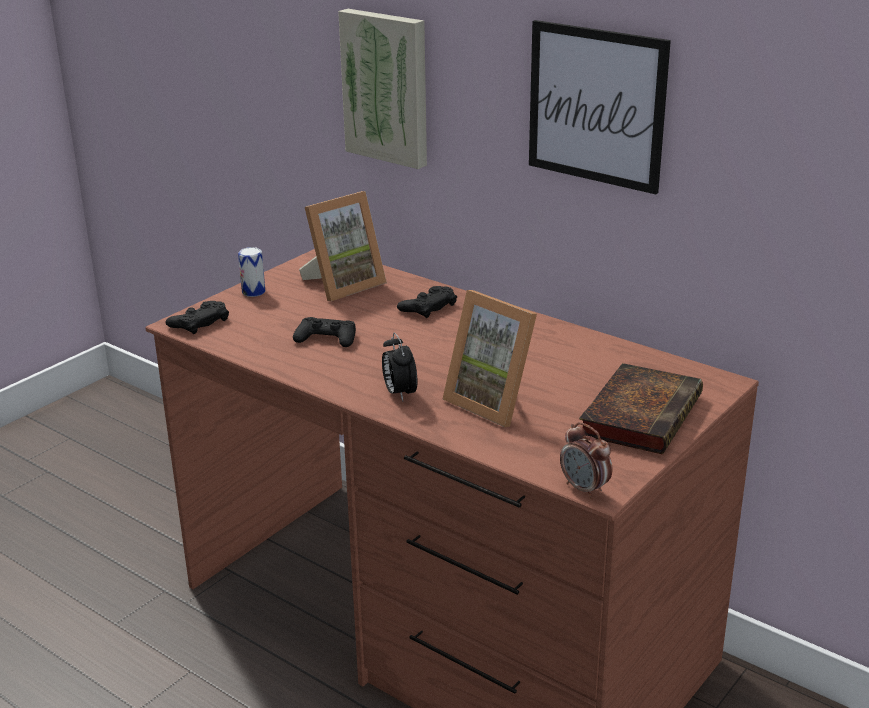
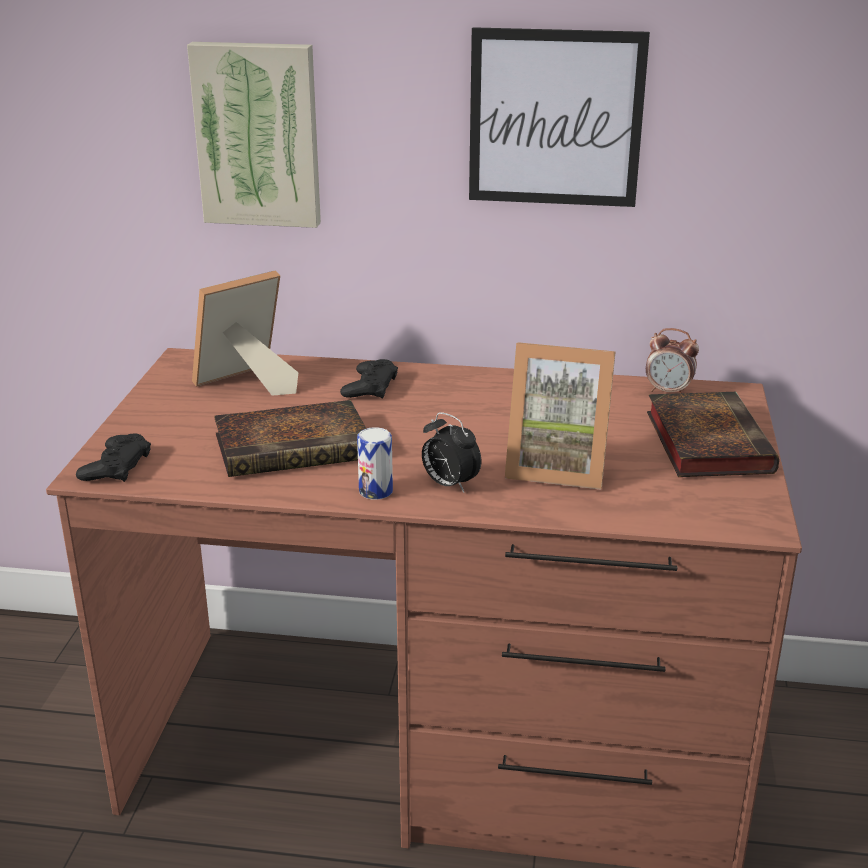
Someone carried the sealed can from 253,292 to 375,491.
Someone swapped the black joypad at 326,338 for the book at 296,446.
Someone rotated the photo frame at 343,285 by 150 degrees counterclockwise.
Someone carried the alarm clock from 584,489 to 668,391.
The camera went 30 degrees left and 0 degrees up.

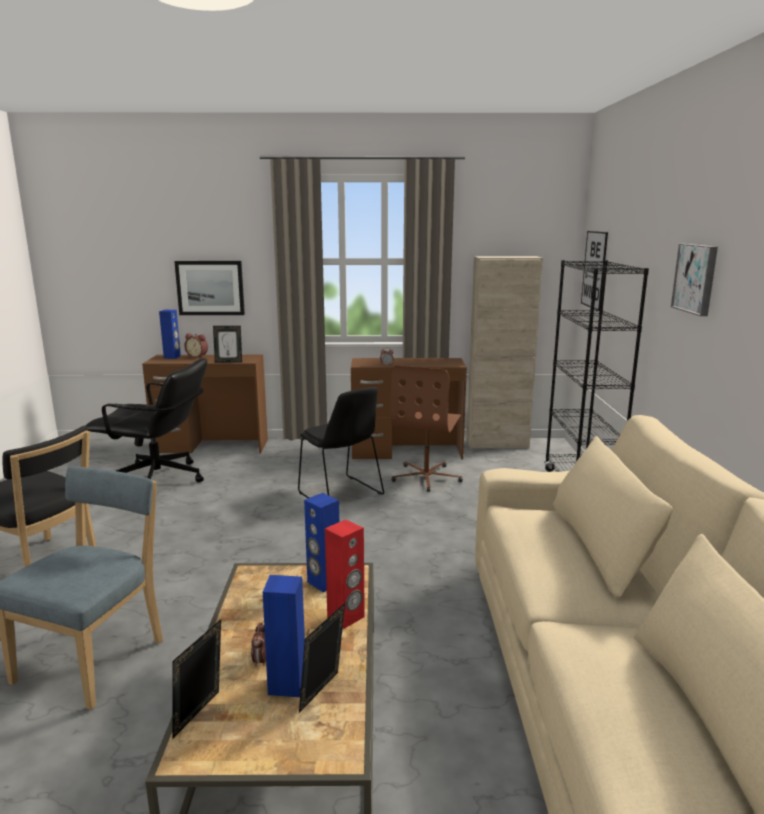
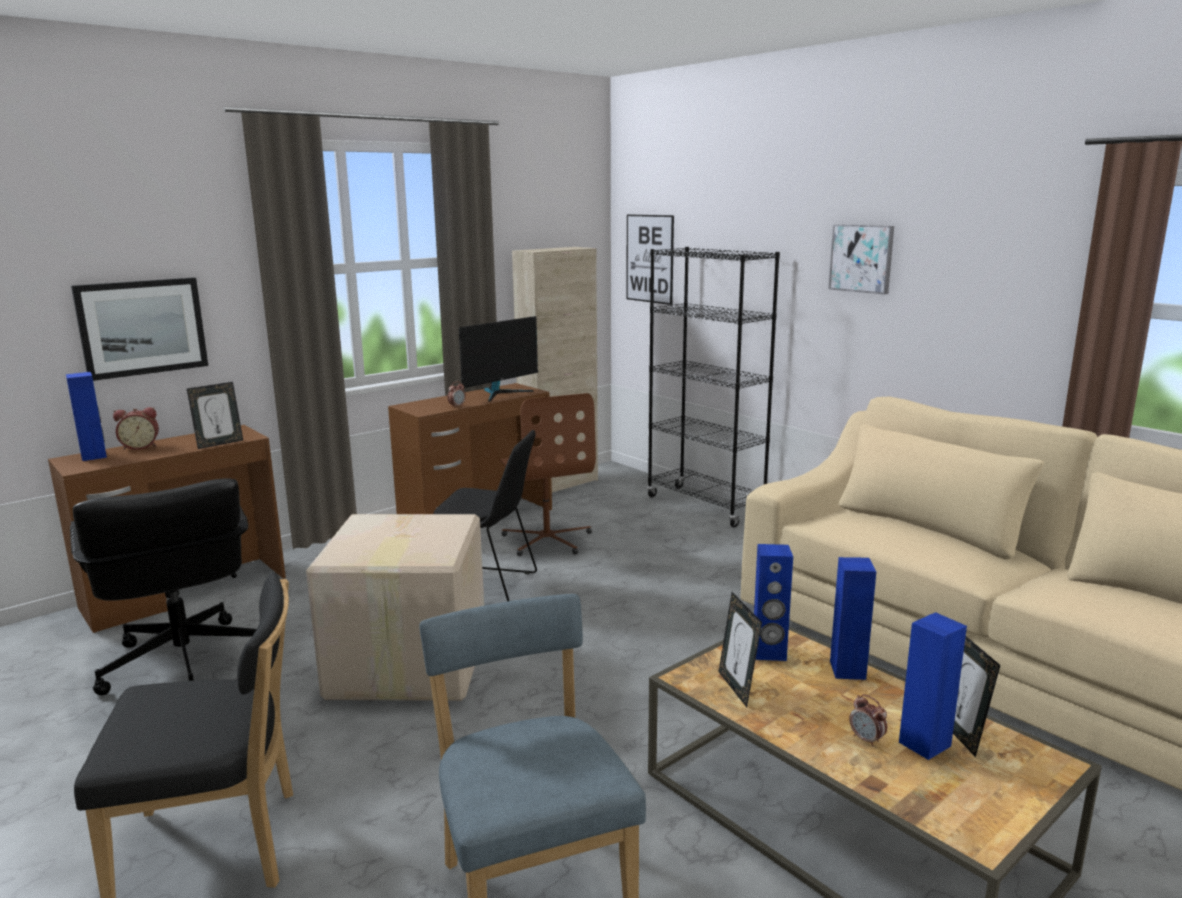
Someone rotated the black computer chair at 158,480 by 90 degrees clockwise.
Someone carried the photo frame from 201,716 to 737,688.
Someone repainted the reddish audio speaker at 346,617, which became the bluish audio speaker at 848,670.
Someone put down the packing box at 406,665.
Someone put down the computer display at 500,393.
The camera went 40 degrees left and 0 degrees up.

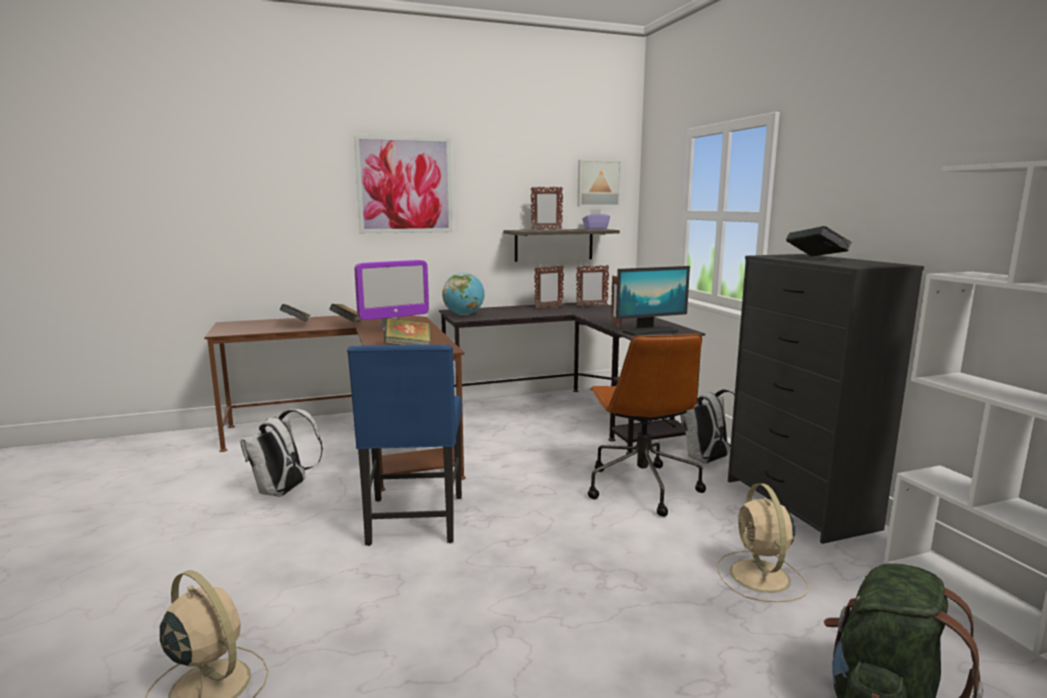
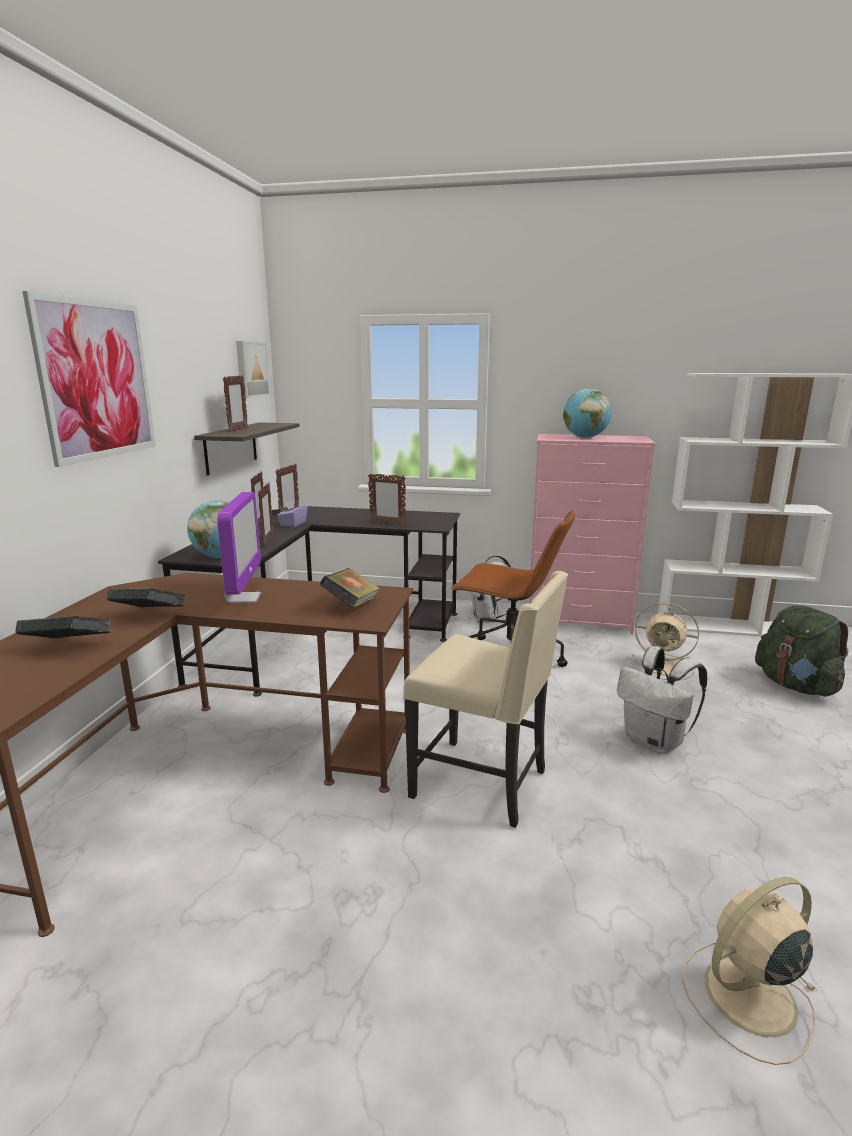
Someone carried the white backpack from 284,491 to 655,742.
Someone repainted the bluish upright chair at 414,521, which became the sand-coloured upright chair at 482,783.
Someone carried the purple-coloured box of tissues from 595,229 to 293,524.
Someone took away the computer display at 650,332.
Someone repainted the black chest of drawers at 800,504, which became the pink-coloured chest of drawers at 579,620.
Someone swapped the book at 816,259 for the desk globe at 585,437.
Someone put down the photo frame at 268,541.
The camera went 60 degrees left and 5 degrees up.

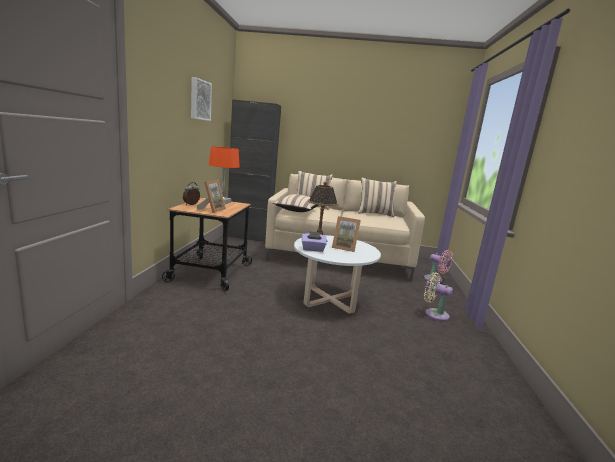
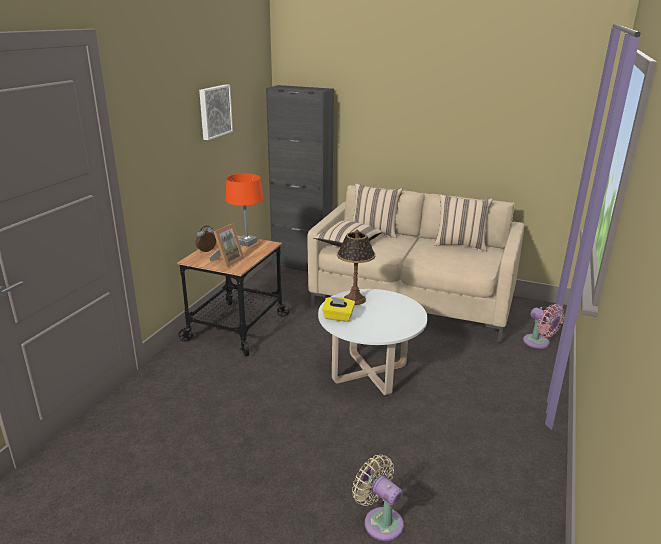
Someone repainted the purple-coloured box of tissues at 313,249, which became the yellow-coloured box of tissues at 338,317.
Someone took away the photo frame at 344,248.
Someone carried the sand-coloured electric fan from 434,314 to 380,521.
The camera went 15 degrees right and 10 degrees up.

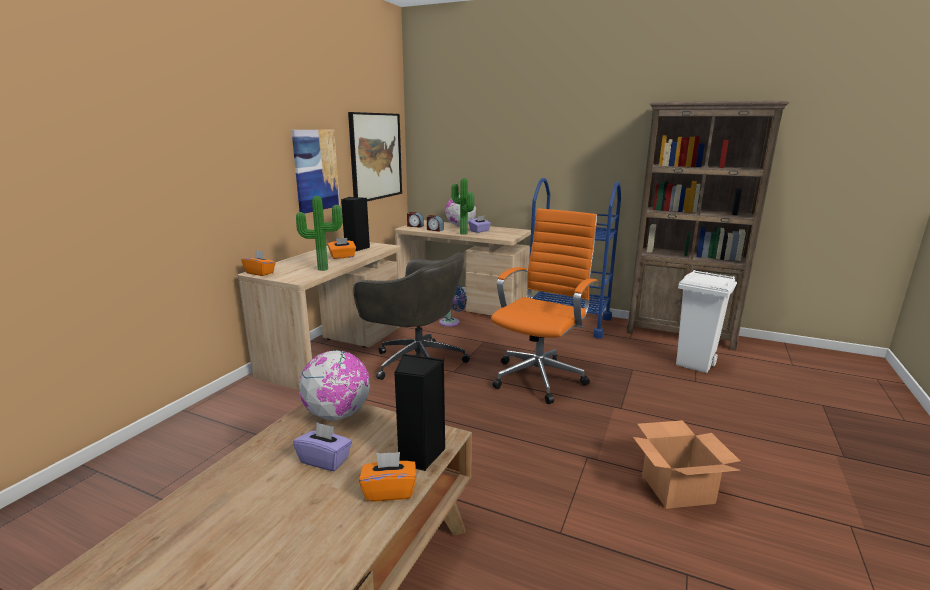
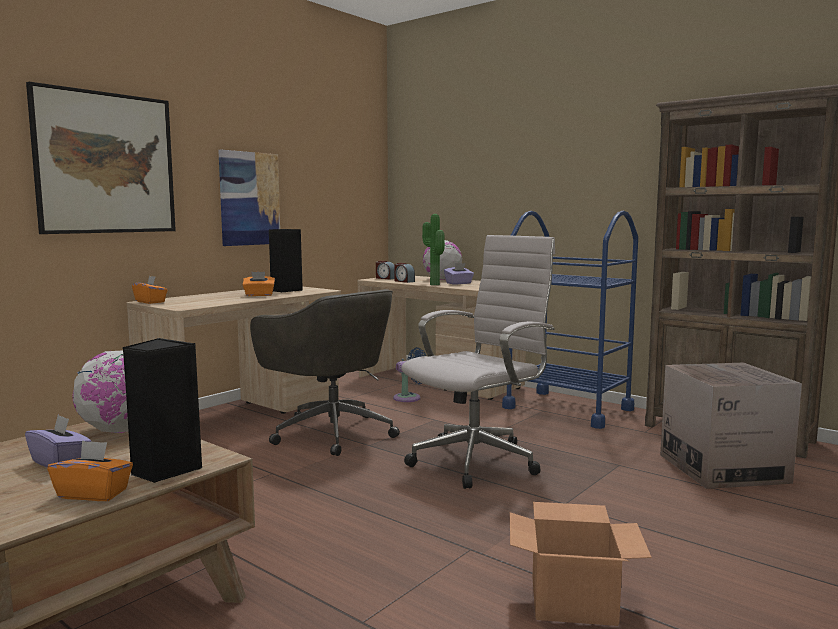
Someone took away the houseplant at 323,268.
Someone carried the picture from 375,156 to 105,163.
Someone repainted the orange computer chair at 540,377, which became the white computer chair at 478,460.
Someone swapped the white trash can at 695,364 for the packing box at 723,468.
The camera went 15 degrees right and 10 degrees down.

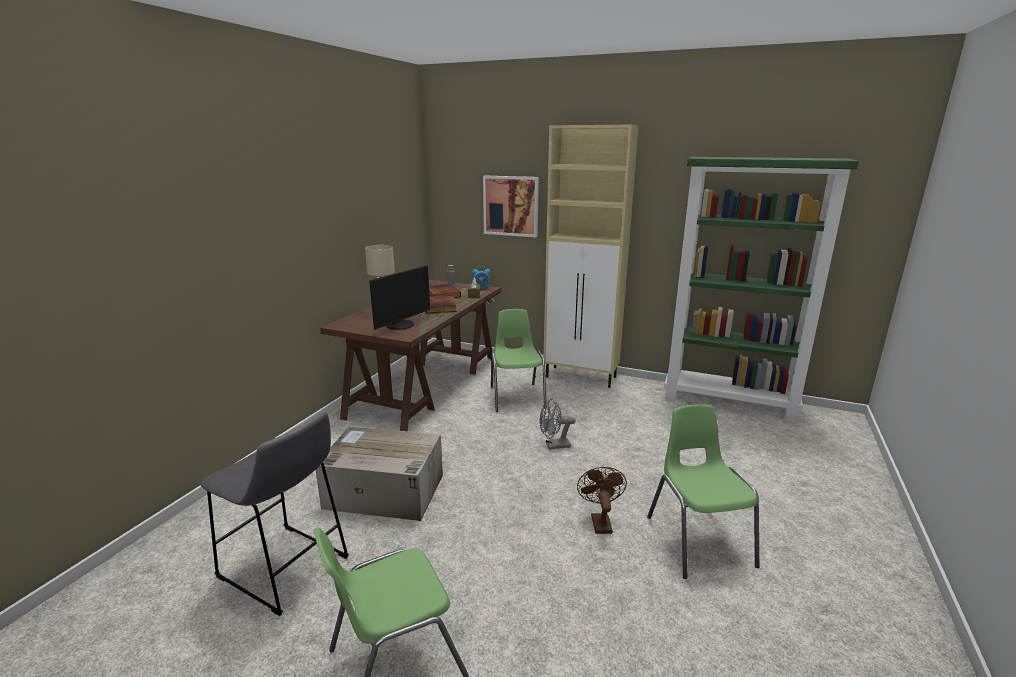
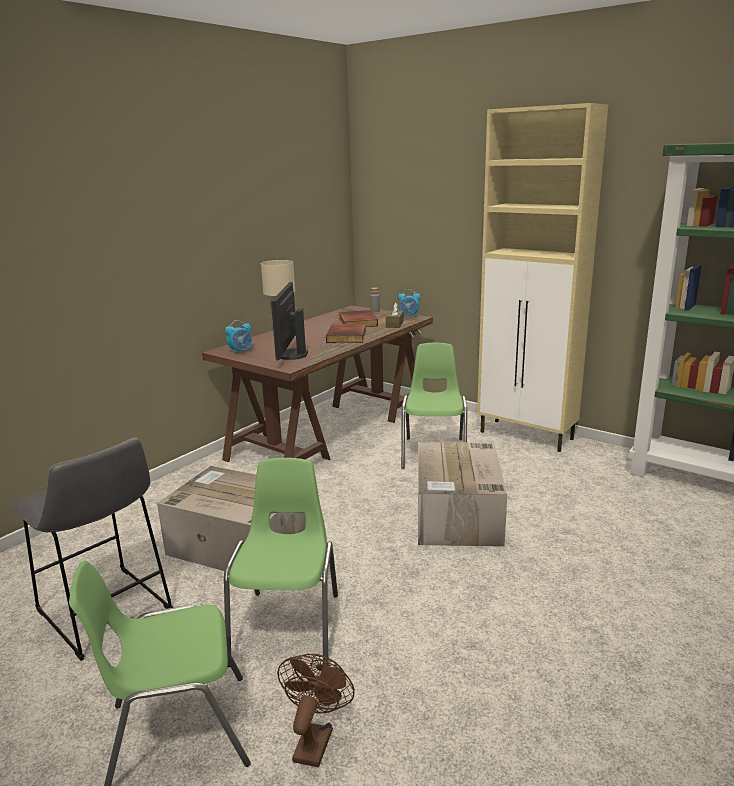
Someone rotated the computer display at 401,325 by 135 degrees clockwise.
Someone took away the picture at 511,206.
Someone swapped the grey electric fan at 554,446 for the packing box at 458,515.
Someone carried the brownish electric fan from 599,521 to 315,739.
Someone carried the green upright chair from 698,540 to 288,627.
Someone put down the alarm clock at 241,351.
The camera went 15 degrees right and 0 degrees up.

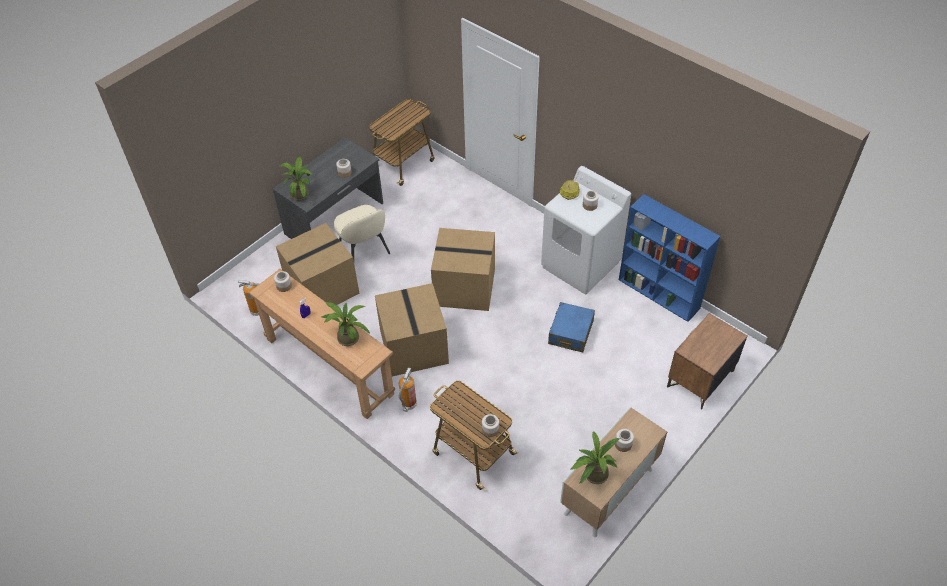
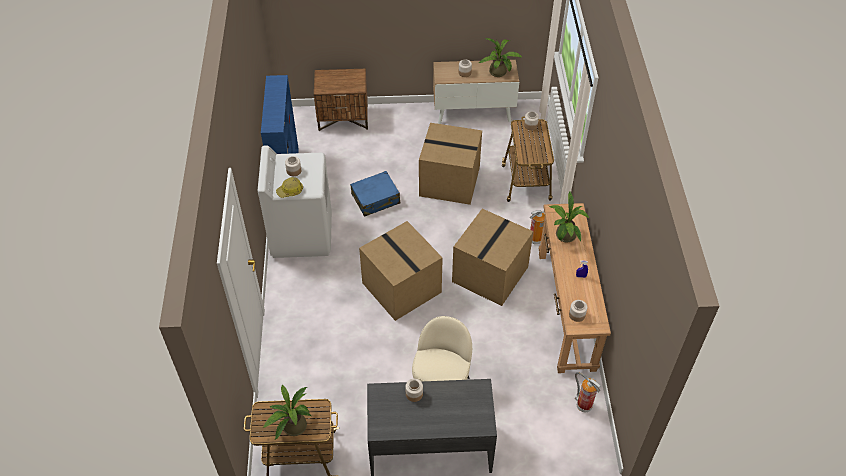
Someone carried the packing box from 321,289 to 450,181.
Someone carried the houseplant from 301,193 to 291,427.
The camera went 135 degrees left and 0 degrees up.

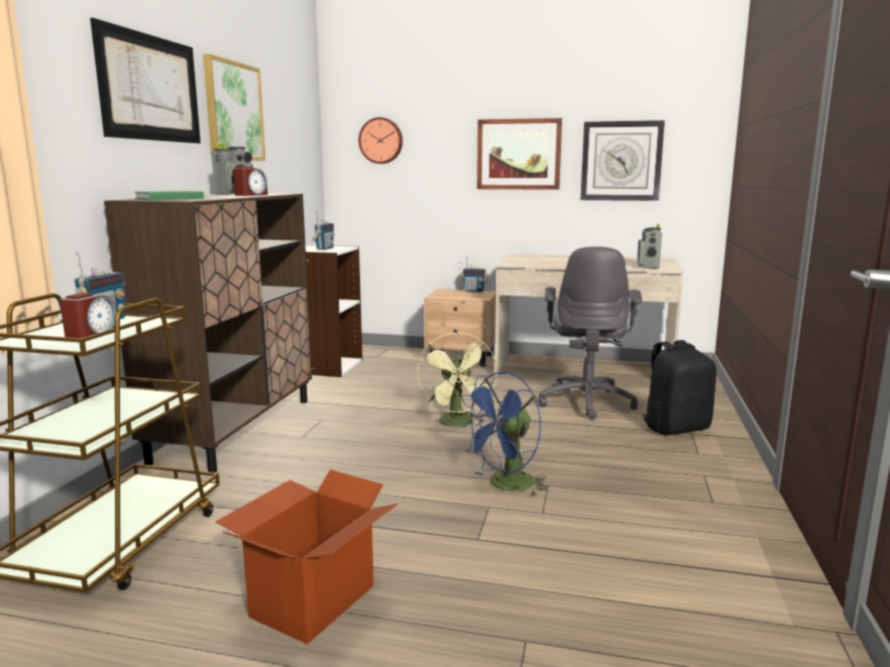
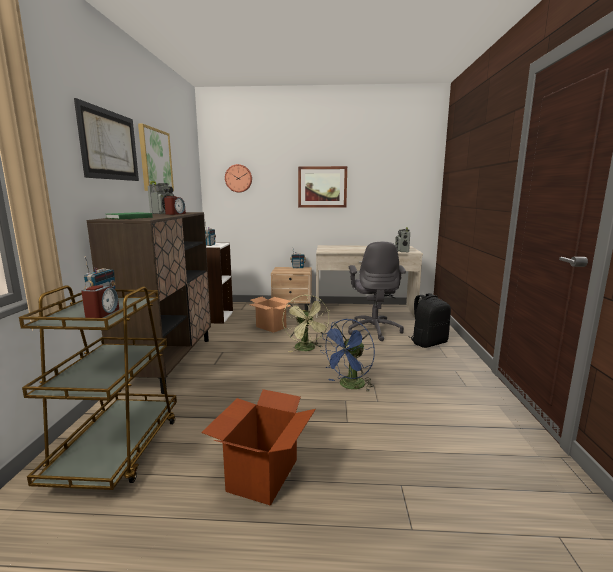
Someone took away the clock on the wall at 621,161.
Someone put down the packing box at 271,327.
The camera went 10 degrees left and 0 degrees up.

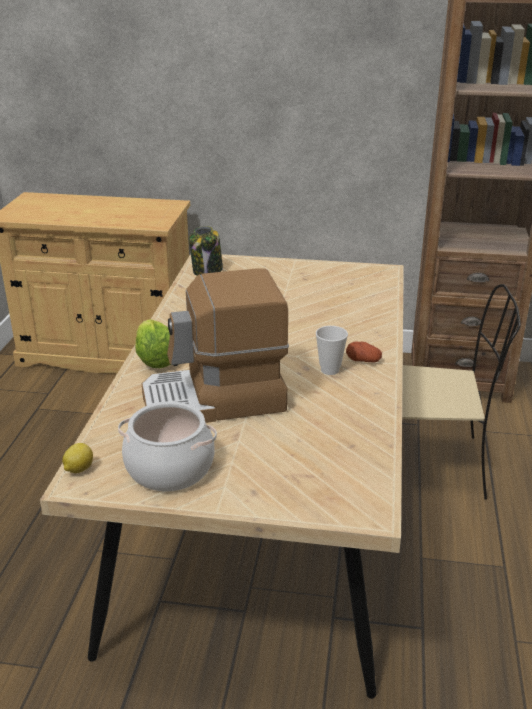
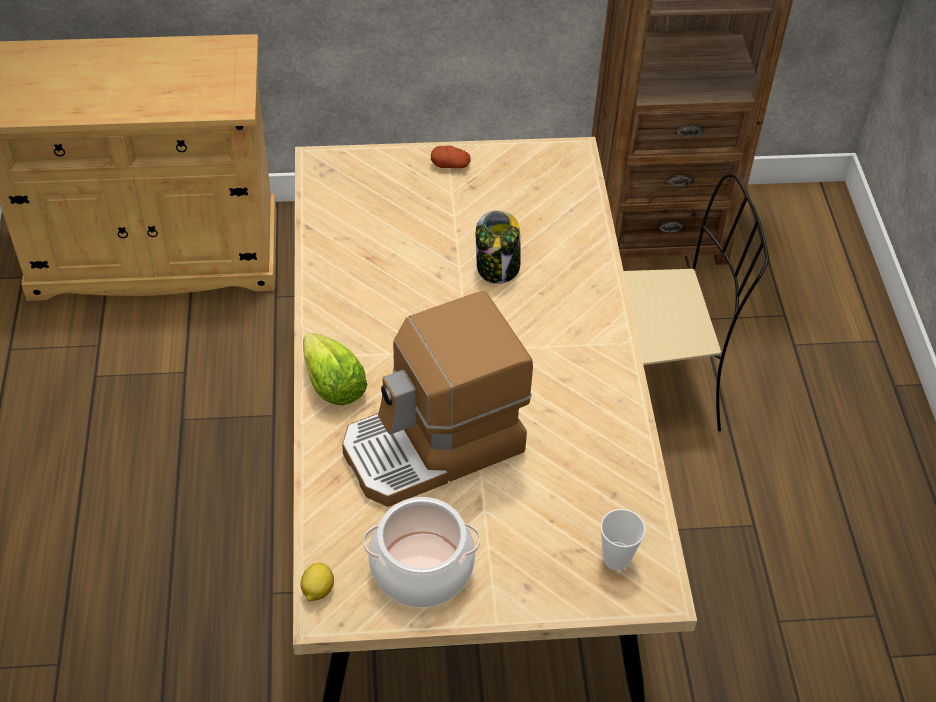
Someone carried the storage jar from 207,271 to 498,267.
Someone carried the cup from 330,370 to 616,559.
Someone carried the whole potato from 363,360 to 450,165.
The camera went 15 degrees left and 20 degrees up.

